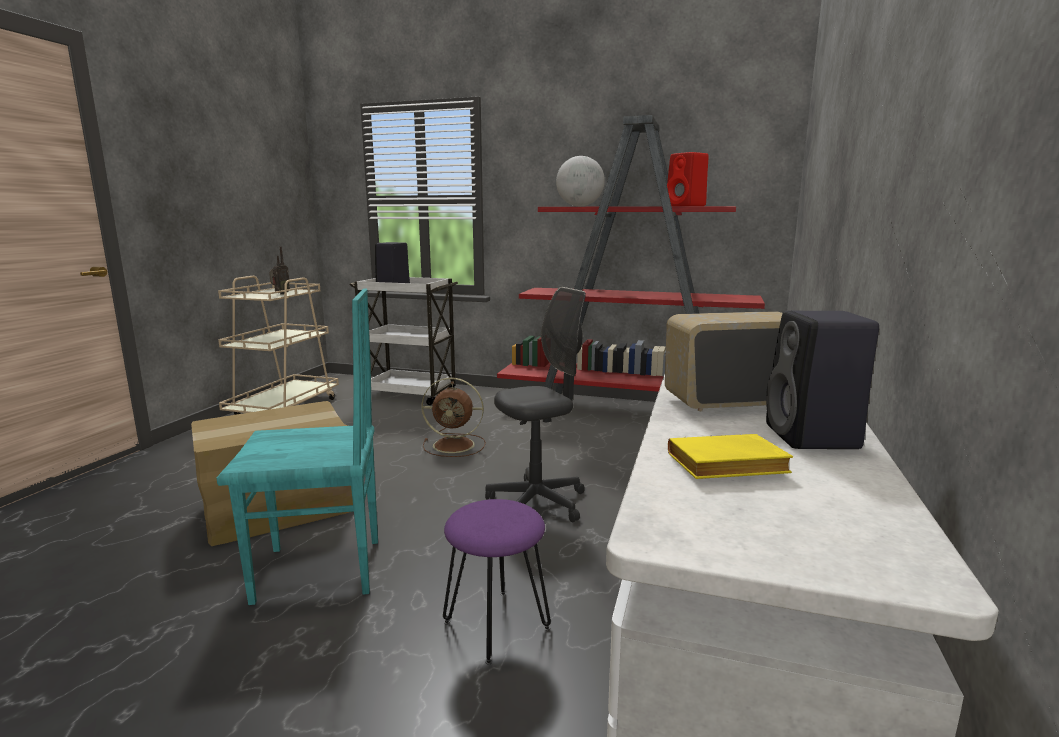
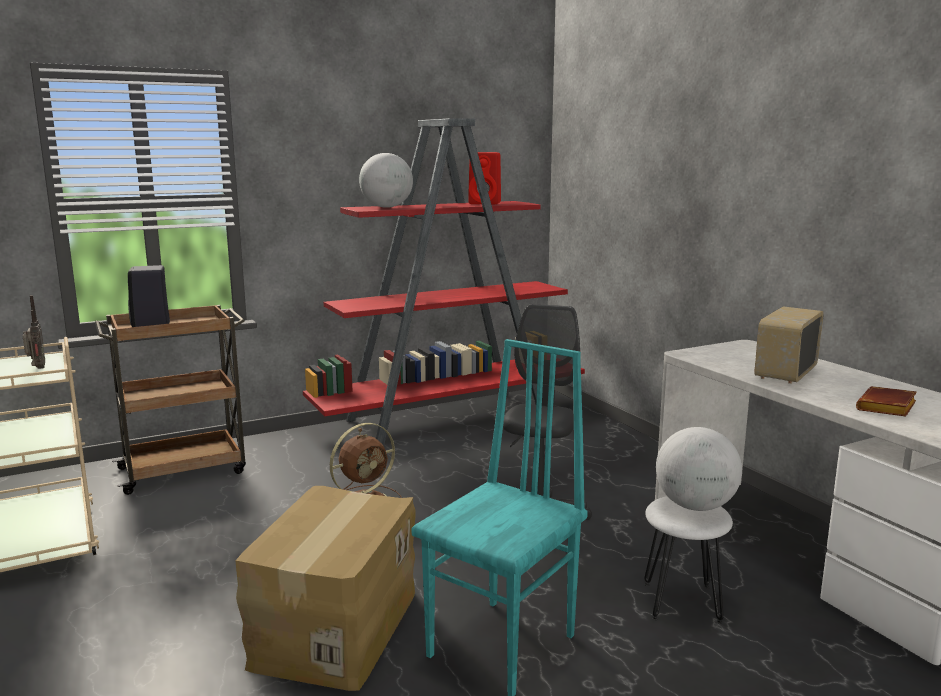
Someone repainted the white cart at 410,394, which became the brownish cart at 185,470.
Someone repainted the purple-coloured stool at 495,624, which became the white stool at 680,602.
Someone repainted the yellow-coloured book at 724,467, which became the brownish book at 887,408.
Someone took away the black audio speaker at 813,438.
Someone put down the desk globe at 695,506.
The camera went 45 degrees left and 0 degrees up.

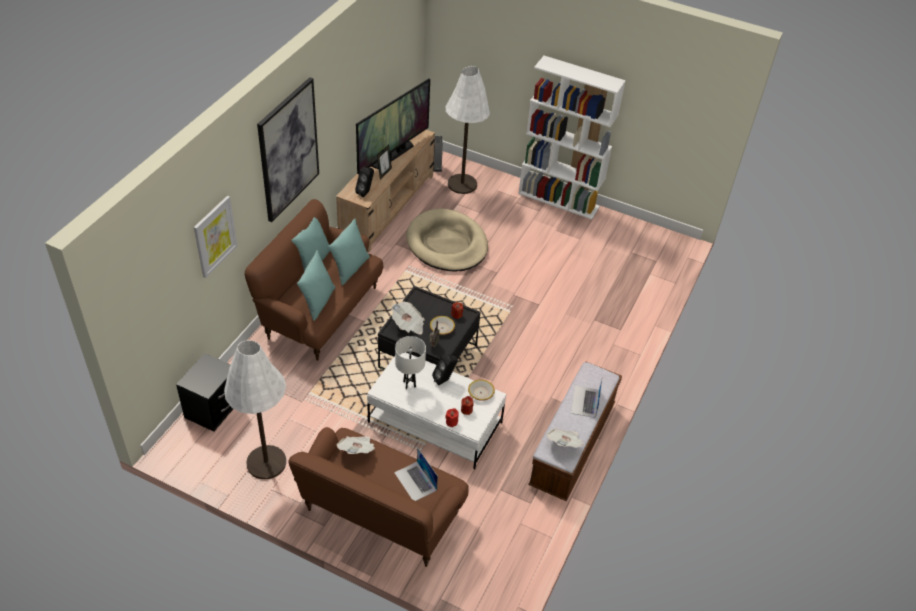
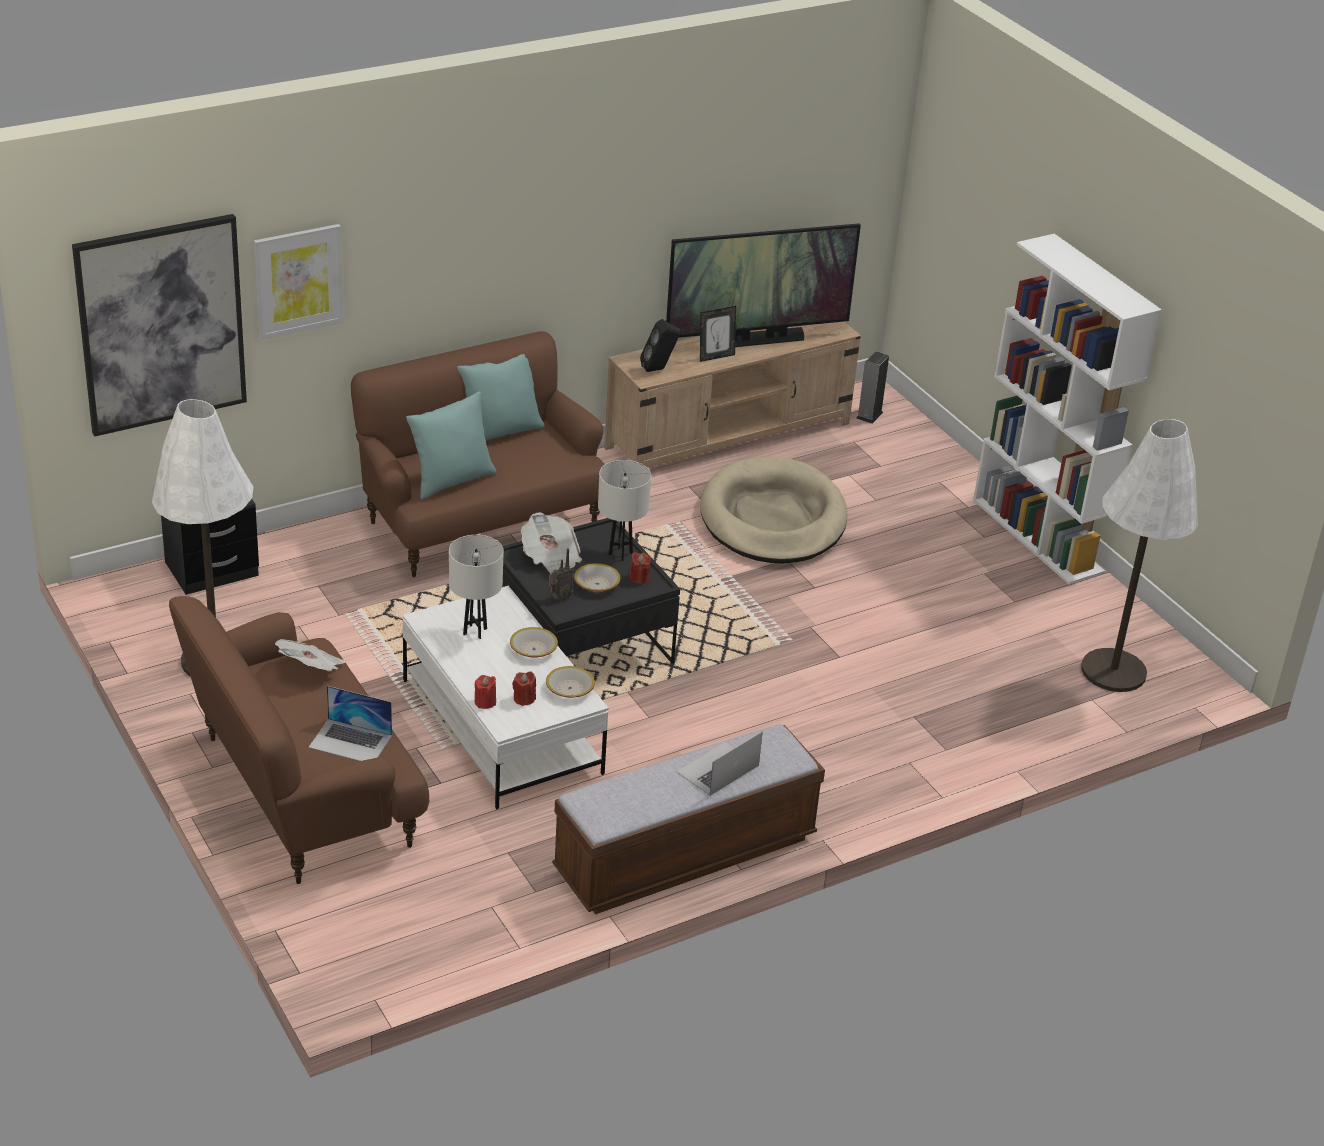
Someone carried the picture from 288,150 to 161,324.
Someone took away the turquoise-coloured pillow at 350,268.
Someone rotated the laptop at 415,481 by 75 degrees counterclockwise.
Someone swapped the black audio speaker at 445,380 for the serving bowl at 533,649.
Someone carried the white standing lamp from 462,184 to 1113,671.
Someone took away the daily paper at 564,443.
Someone put down the white tabletop lamp at 620,553.
The camera went 35 degrees right and 10 degrees down.

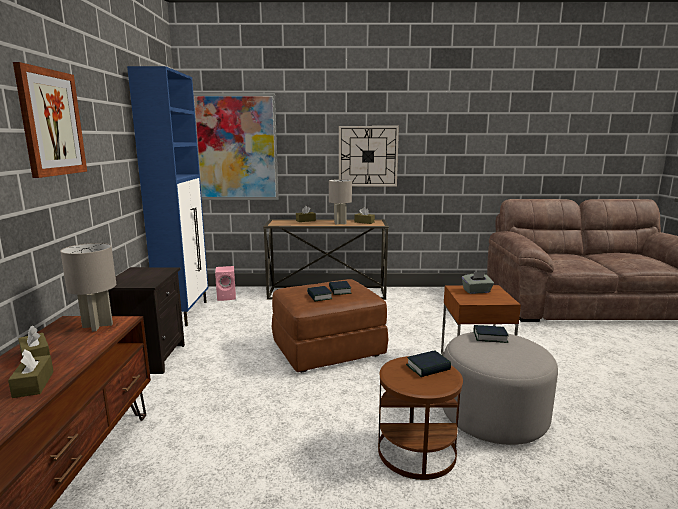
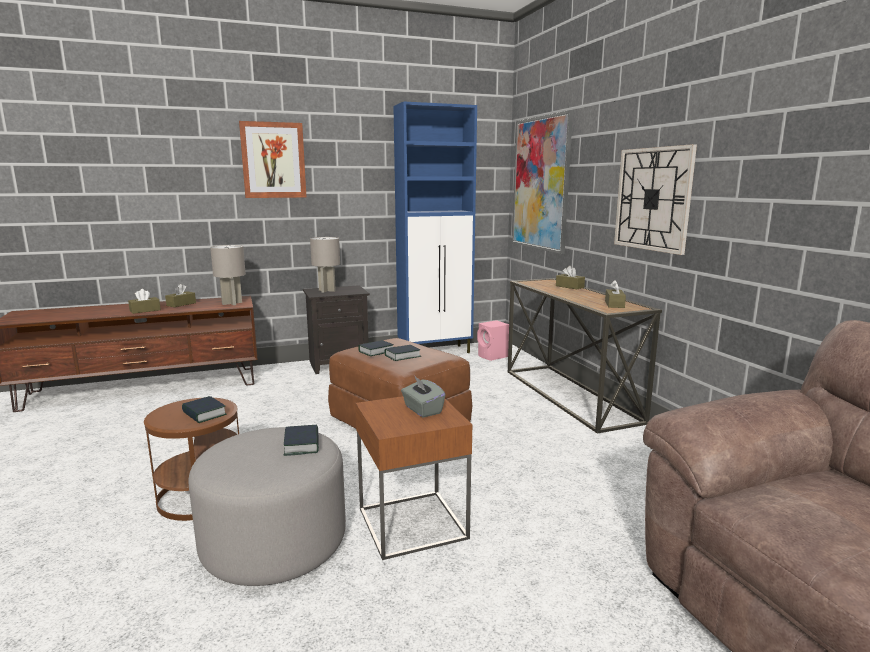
Someone carried the grey tabletop lamp from 340,223 to 327,290.
The camera went 70 degrees right and 0 degrees up.

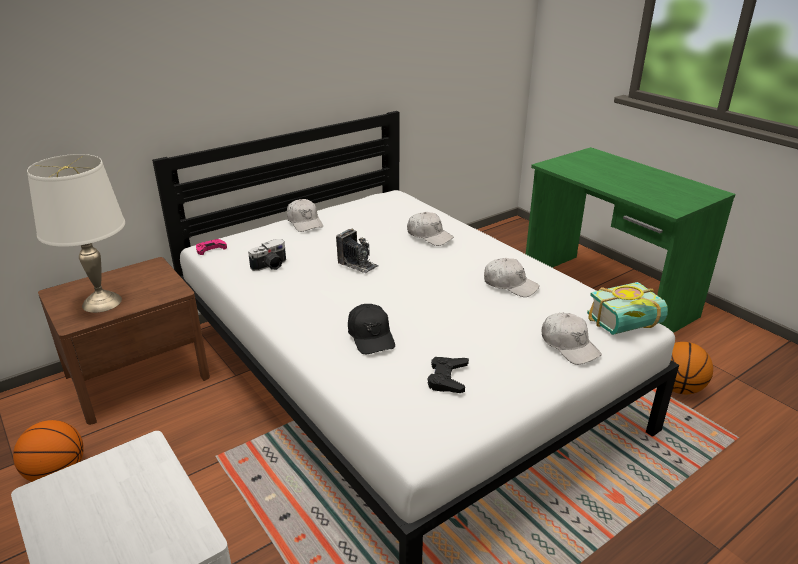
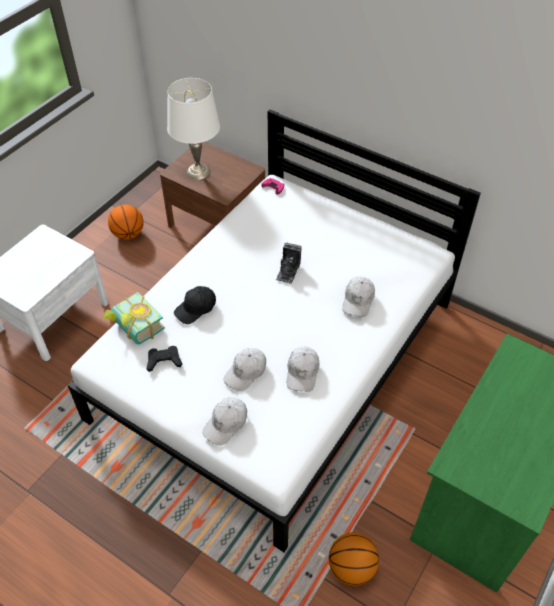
Someone took away the still camera at 271,266.
Someone carried the white peaked cap from 305,222 to 246,372.
Someone carried the book from 628,326 to 134,329.
The camera went 70 degrees right and 20 degrees up.

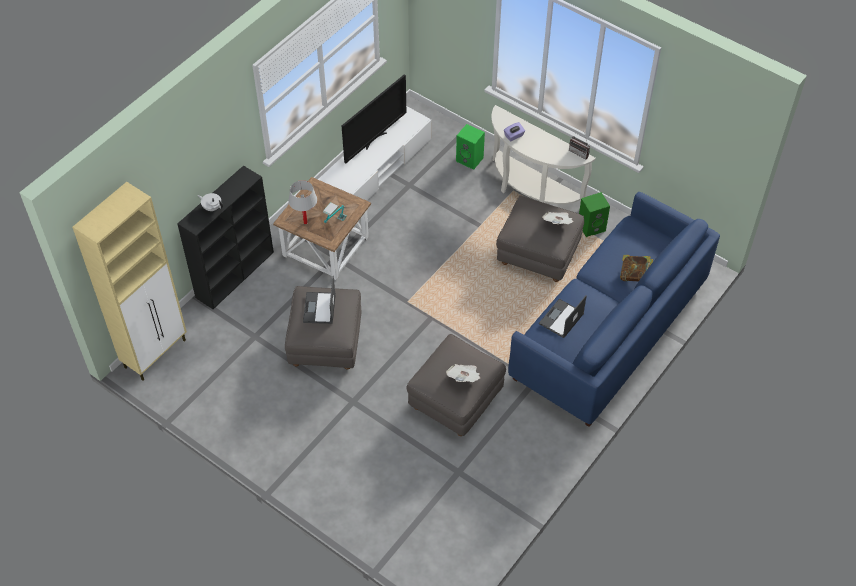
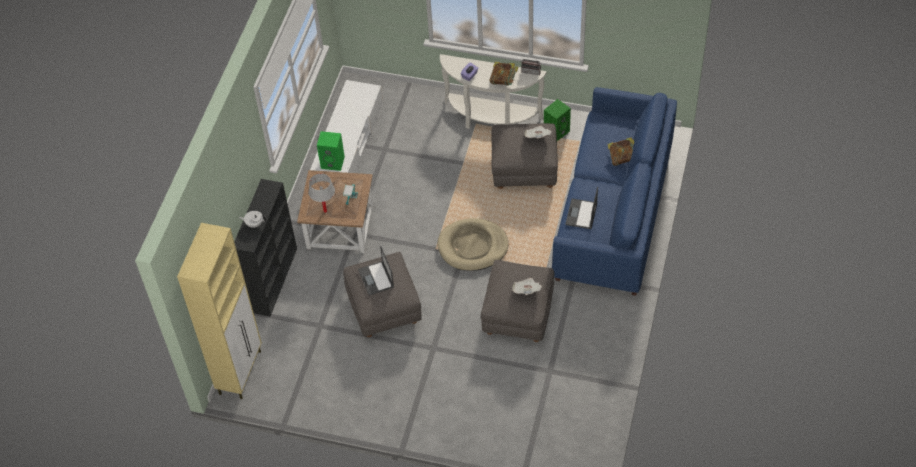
Someone took away the television at 374,140.
Someone carried the green audio speaker from 470,159 to 333,162.
Someone put down the sand-coloured dog bed at 473,247.
Someone put down the book at 504,81.
The camera went 20 degrees left and 0 degrees up.

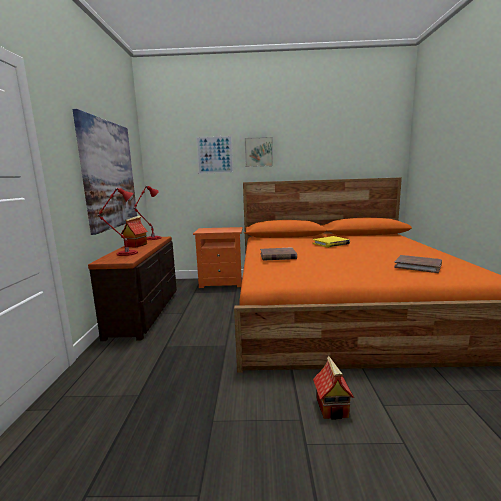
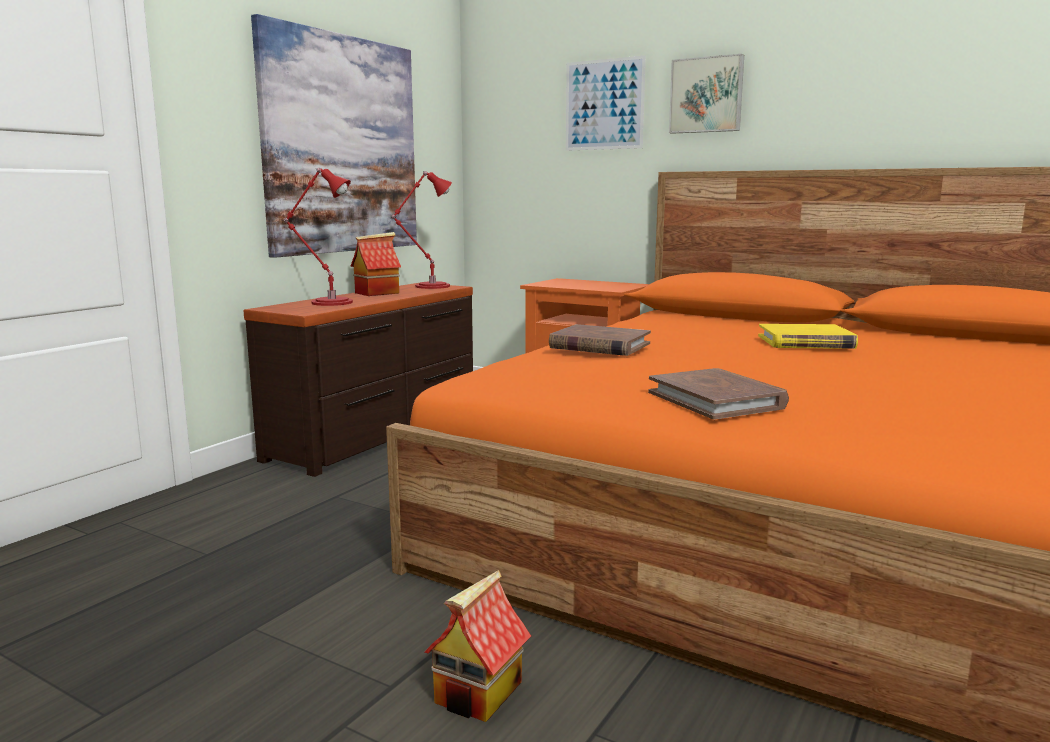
Someone carried the brownish book from 417,266 to 716,400.
The camera went 30 degrees right and 0 degrees up.

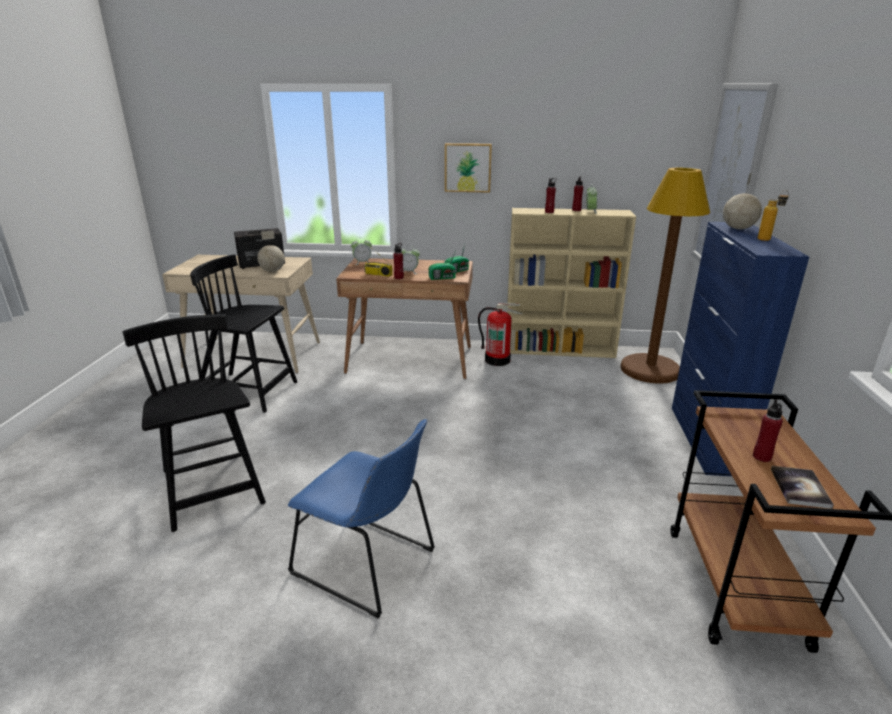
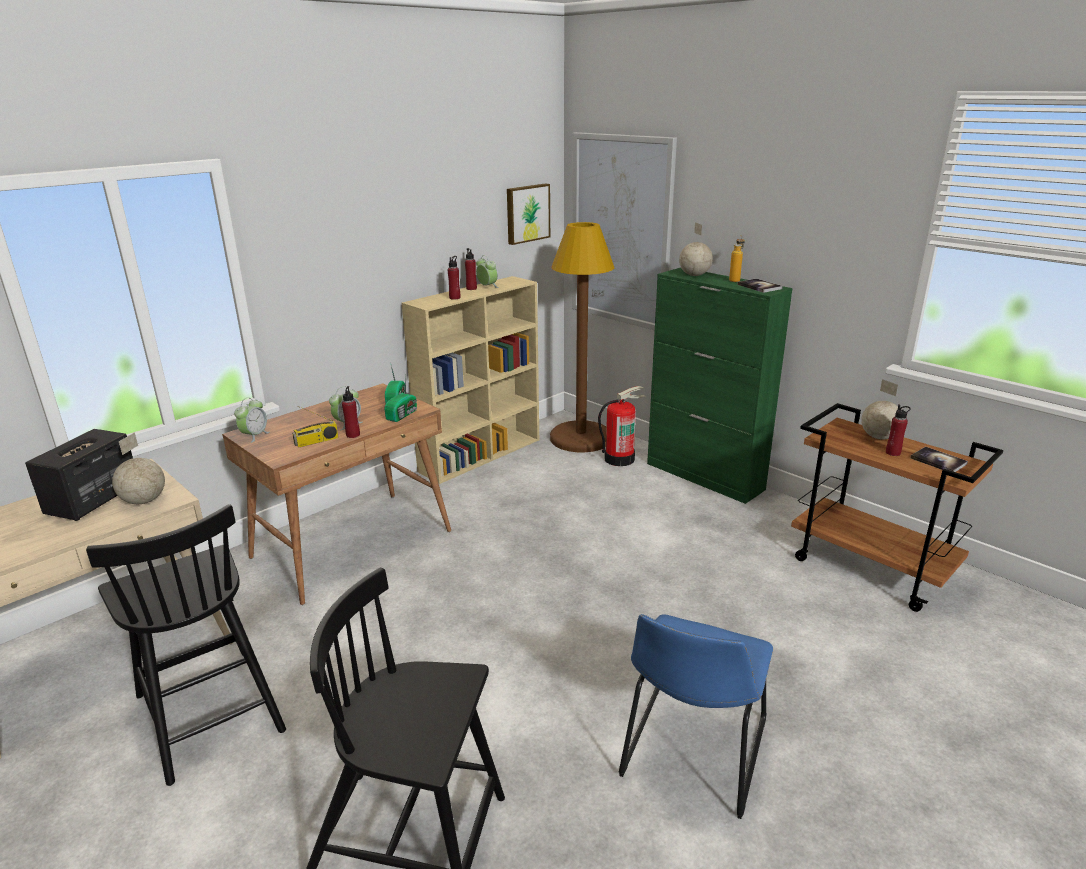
Someone rotated the black upright chair at 249,392 by 90 degrees counterclockwise.
Someone rotated the bluish upright chair at 368,564 by 135 degrees clockwise.
Someone carried the picture from 468,167 to 527,213.
Someone carried the fire-fighting cylinder from 498,360 to 619,458.
Someone repainted the bluish cabinet at 706,439, which became the green cabinet at 705,476.
Someone put down the book at 759,287.
Someone put down the desk globe at 879,437.
The camera went 50 degrees left and 0 degrees up.

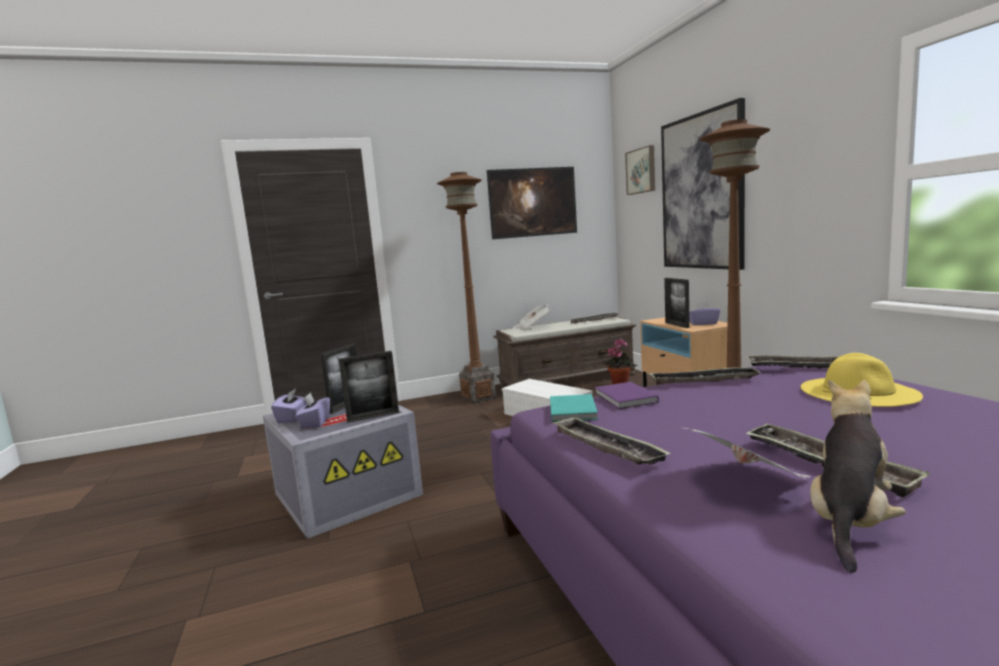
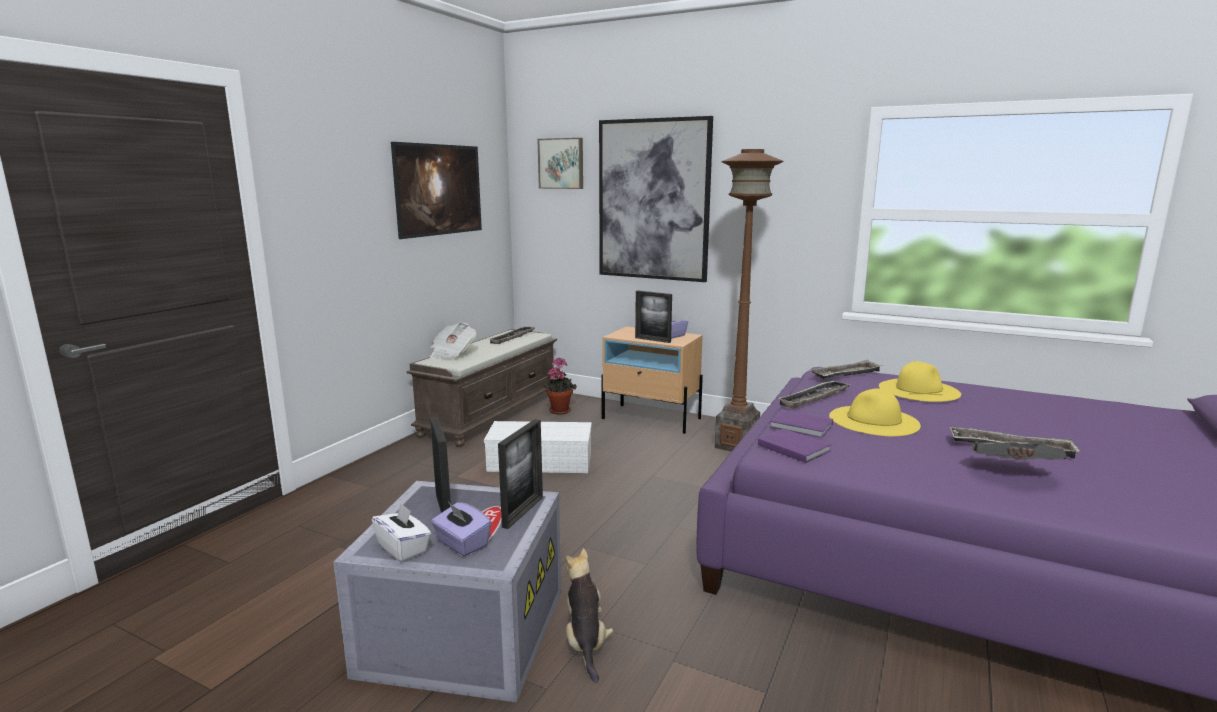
Someone repainted the purple-coloured box of tissues at 292,418, which became the white box of tissues at 403,548.
Someone took away the brownish standing lamp at 478,398.
Someone repainted the turquoise-coloured book at 573,410, which became the purple-coloured book at 792,447.
Someone took away the carrying tray at 606,447.
Someone carried the soft toy from 849,521 to 585,642.
Someone put down the yellow-coloured clothing hat at 873,420.
The camera went 45 degrees left and 5 degrees up.

